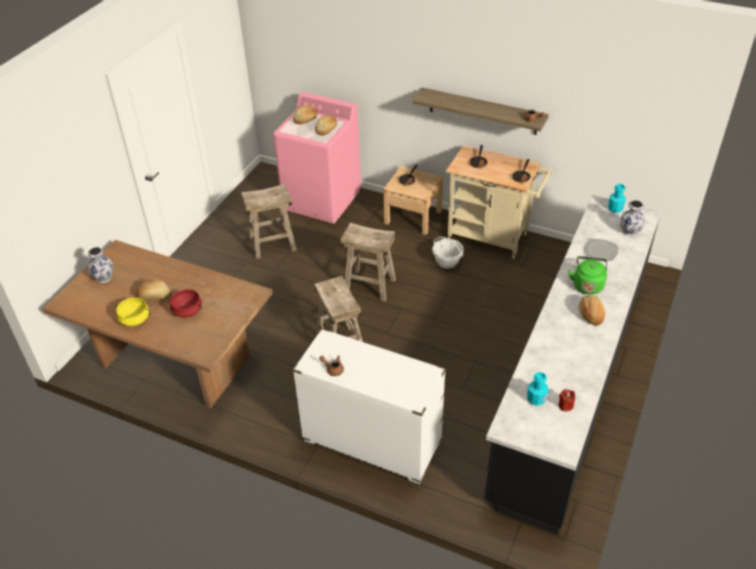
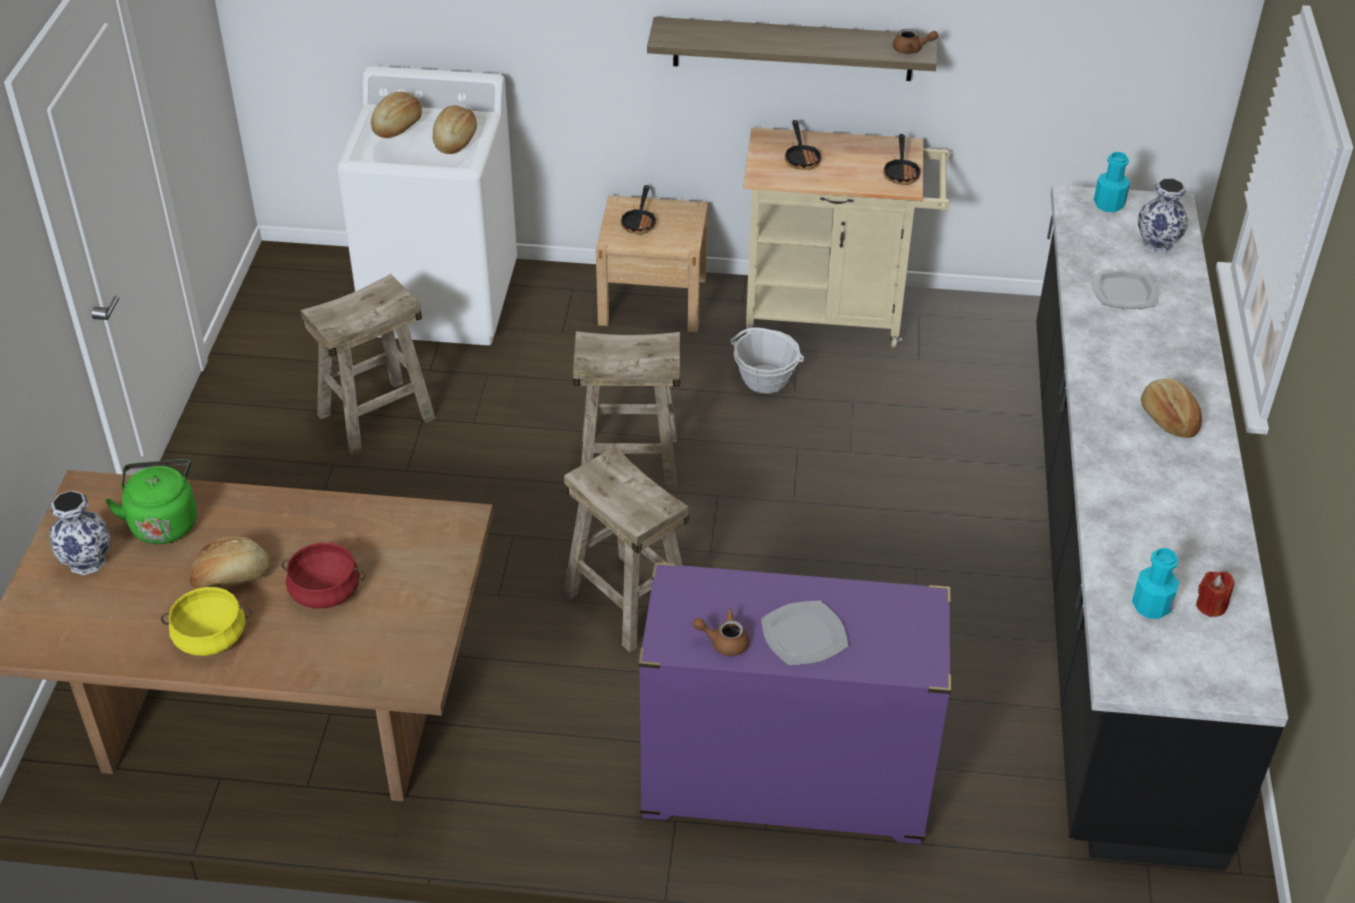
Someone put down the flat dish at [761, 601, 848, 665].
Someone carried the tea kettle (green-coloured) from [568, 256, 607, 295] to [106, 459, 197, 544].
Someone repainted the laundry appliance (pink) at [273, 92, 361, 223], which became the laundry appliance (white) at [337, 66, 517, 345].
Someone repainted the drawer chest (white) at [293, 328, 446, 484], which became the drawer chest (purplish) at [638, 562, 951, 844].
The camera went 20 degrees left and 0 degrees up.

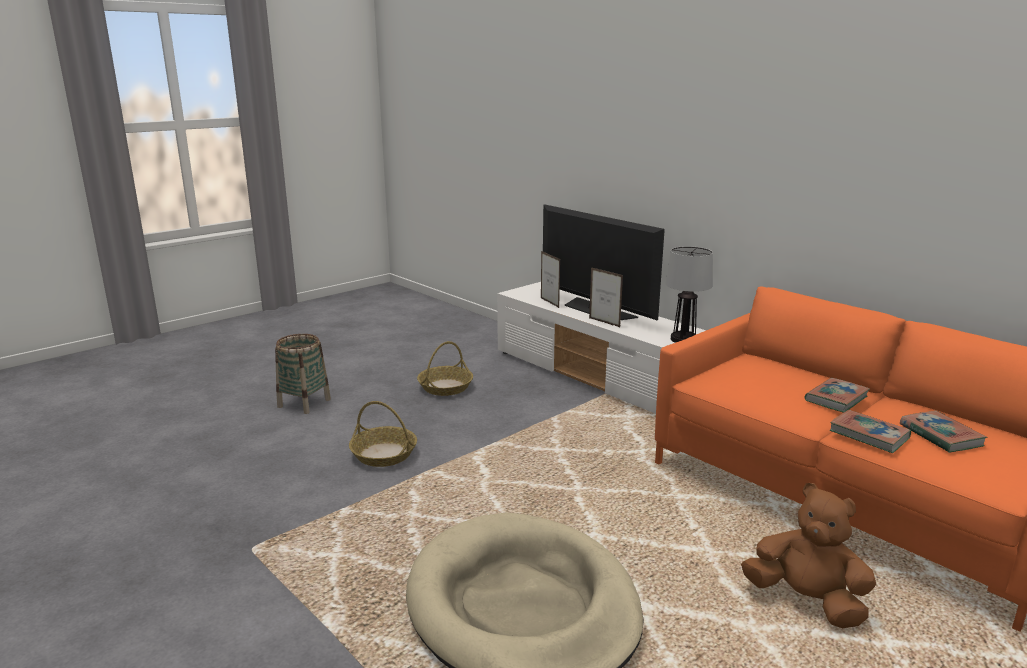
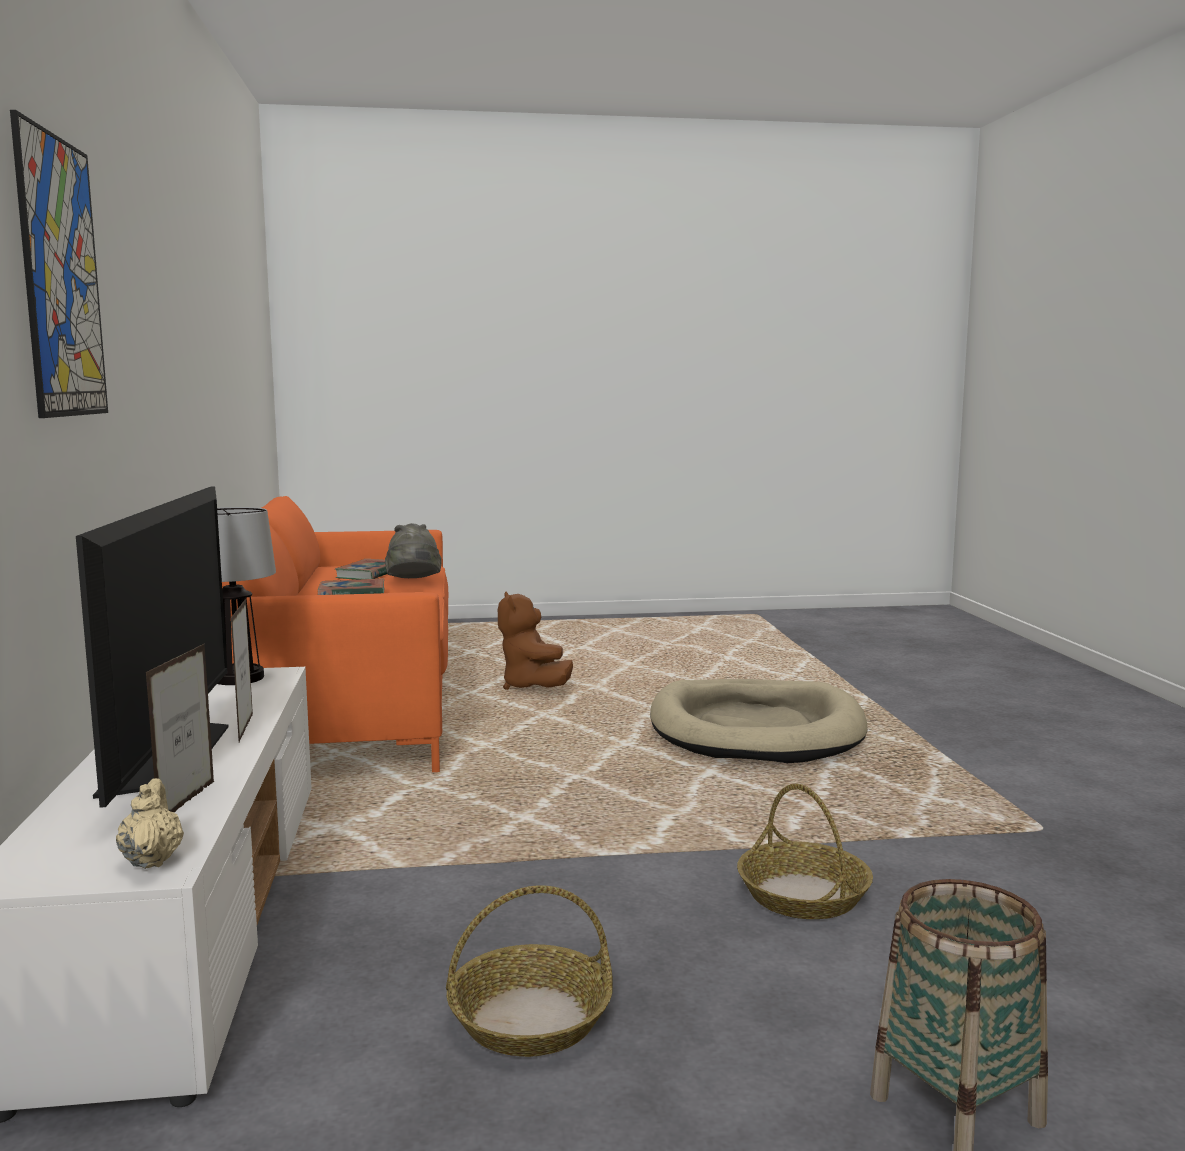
Someone put up the wall picture at [10, 110, 108, 418].
Someone put down the pot for tea (sand-coloured) at [116, 778, 184, 869].
Someone swapped the book at [830, 410, 911, 453] for the clothing hat (grey) at [385, 523, 442, 578].
The camera went 145 degrees left and 10 degrees down.

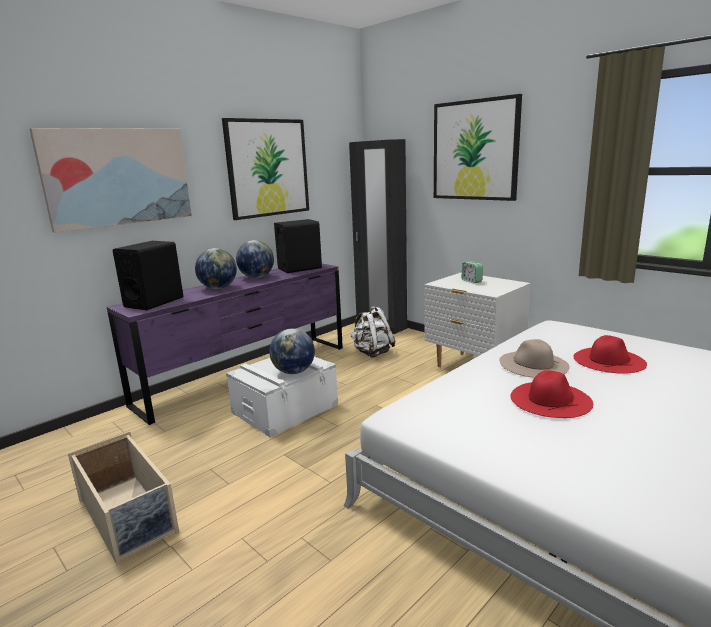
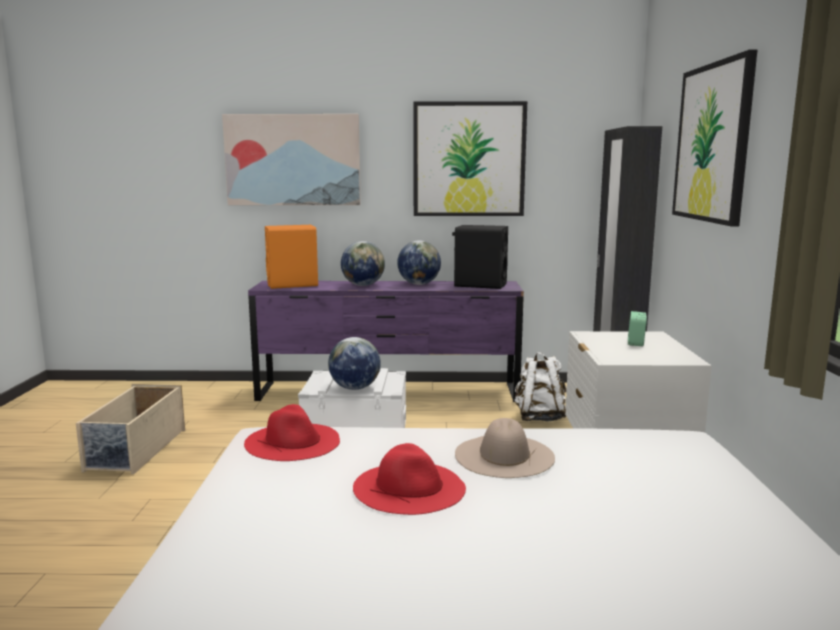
Someone carried the clothing hat (reddish) from [574, 335, 647, 374] to [244, 404, 340, 461].
Someone repainted the audio speaker (blackish) at [113, 241, 183, 310], which became the audio speaker (orangey) at [265, 225, 318, 289].
The camera went 45 degrees right and 5 degrees down.

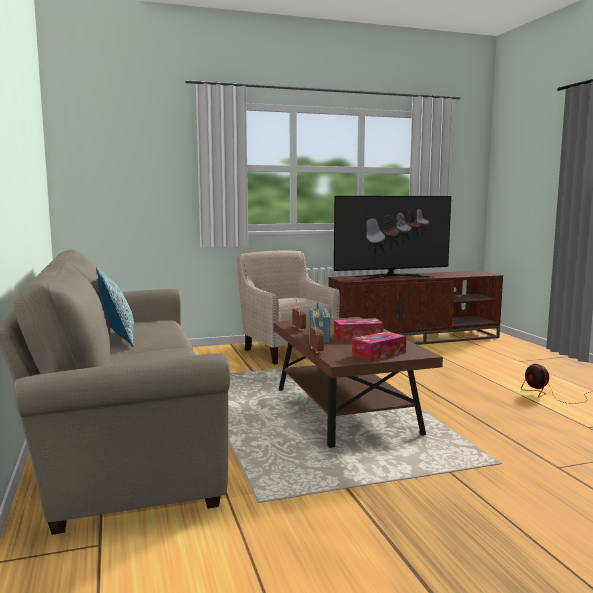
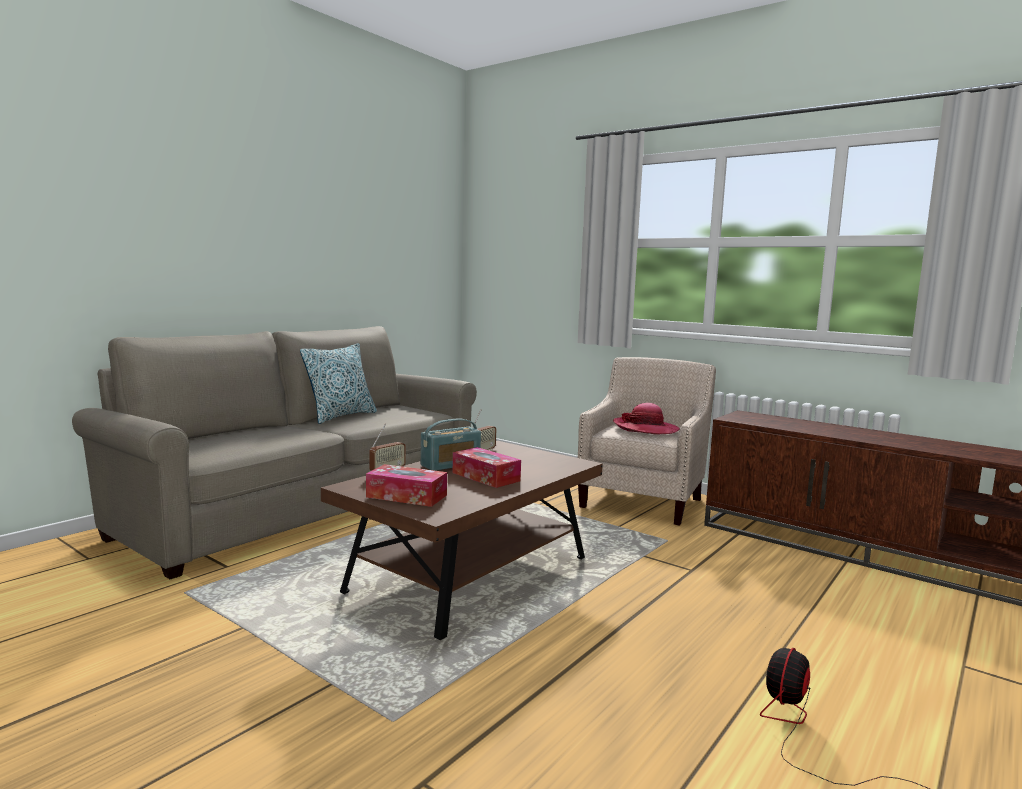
Someone took away the television at [334, 196, 451, 280].
Someone put down the clothing hat at [613, 403, 680, 435].
The camera went 55 degrees right and 0 degrees up.

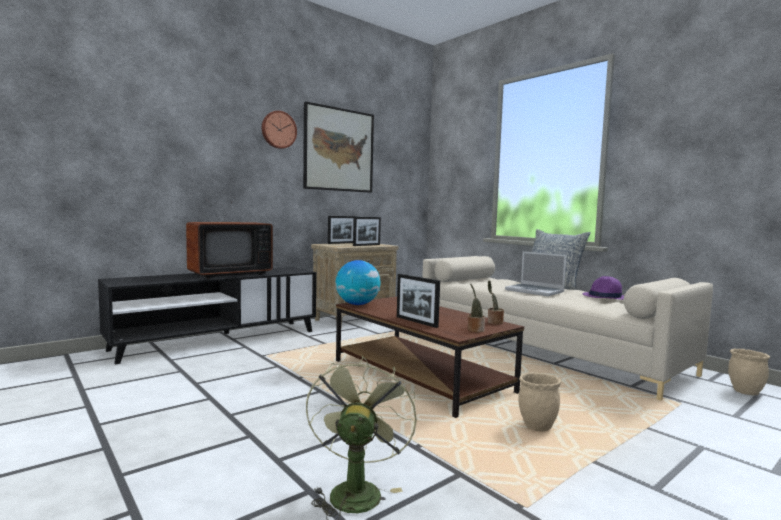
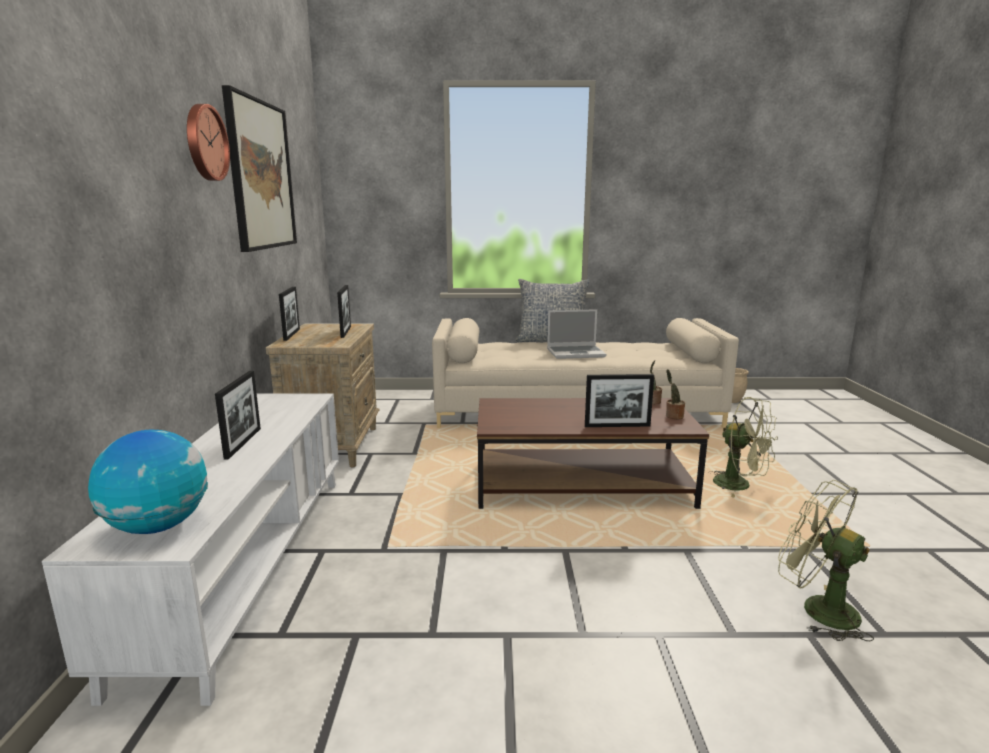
Someone took away the clothing hat (purplish) at [582, 276, 624, 300].
Someone carried the desk globe from [336, 260, 381, 305] to [88, 429, 208, 534].
Someone swapped the television at [186, 198, 273, 279] for the picture frame at [215, 371, 261, 459].
Someone swapped the plant pot (sand-coloured) at [518, 373, 561, 431] for the electric fan (green-coloured) at [708, 397, 778, 497].
Someone repainted the tv stand (blackish) at [98, 267, 316, 364], which became the tv stand (white) at [42, 393, 339, 706].
The camera went 50 degrees left and 10 degrees up.

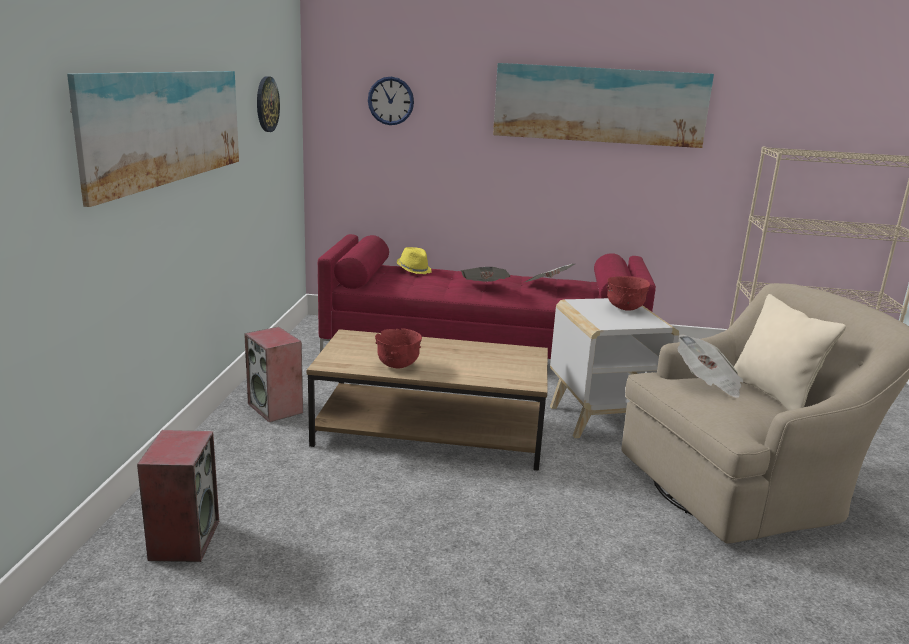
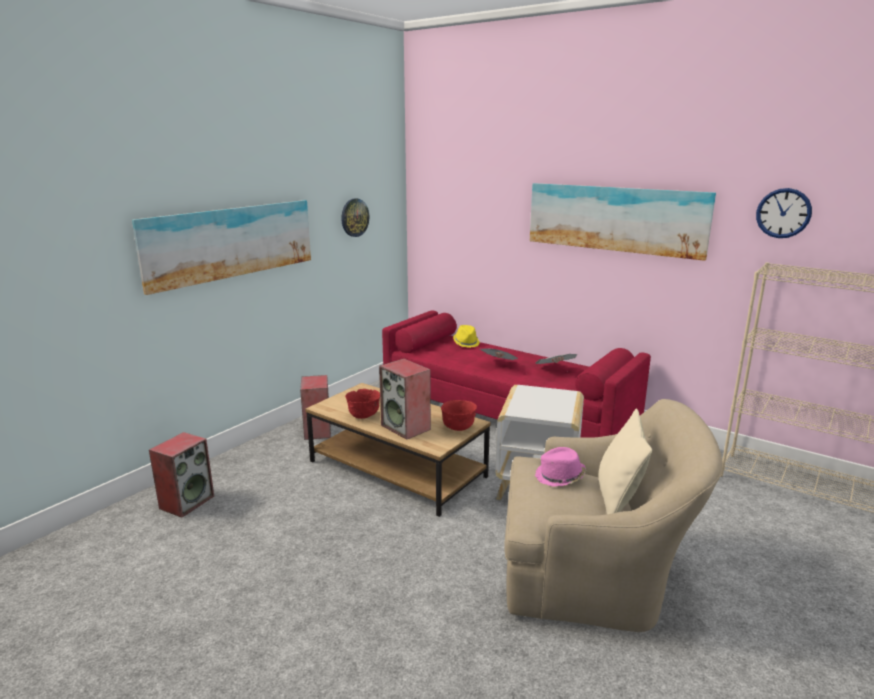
Someone put down the audio speaker at [379, 358, 431, 440].
Someone carried the hanging clock from [368, 77, 414, 125] to [756, 188, 812, 238].
Someone carried the deep dish (reddish) from [606, 276, 650, 310] to [441, 400, 477, 431].
Someone swapped the printed paper at [677, 334, 743, 398] for the clothing hat (pink) at [535, 447, 586, 487].
The camera went 30 degrees right and 0 degrees up.

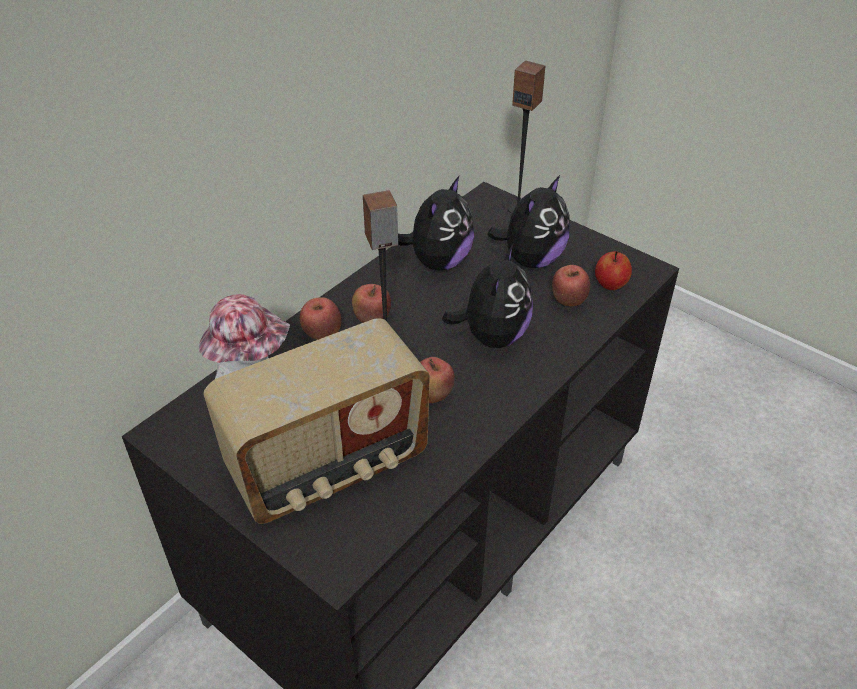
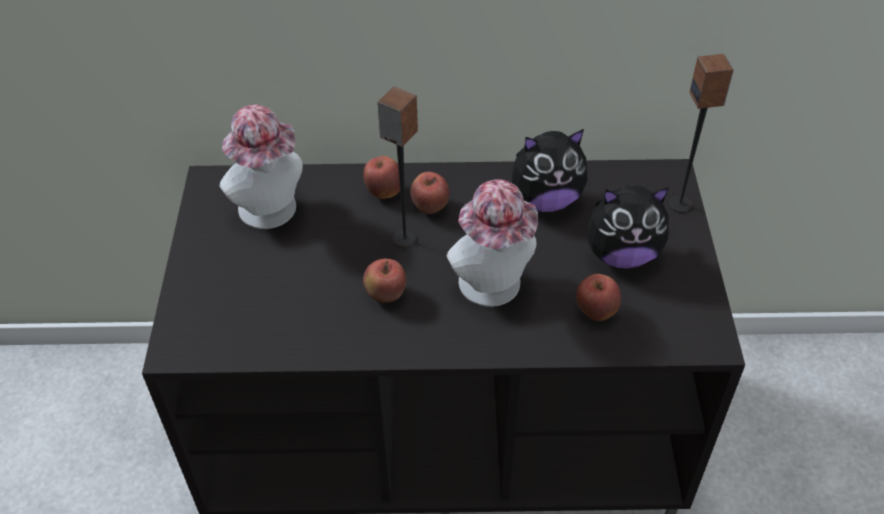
Someone took away the radio set at [203, 318, 430, 524].
Someone took away the apple fruit at [595, 251, 632, 290].
Someone swapped the plush toy at [442, 243, 533, 348] for the clothing hat at [447, 179, 538, 307].
The camera went 50 degrees right and 5 degrees up.

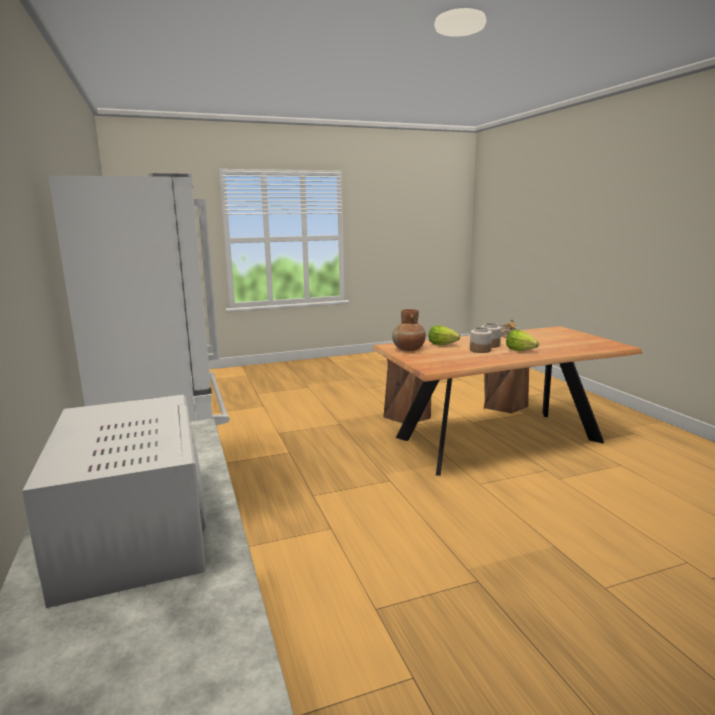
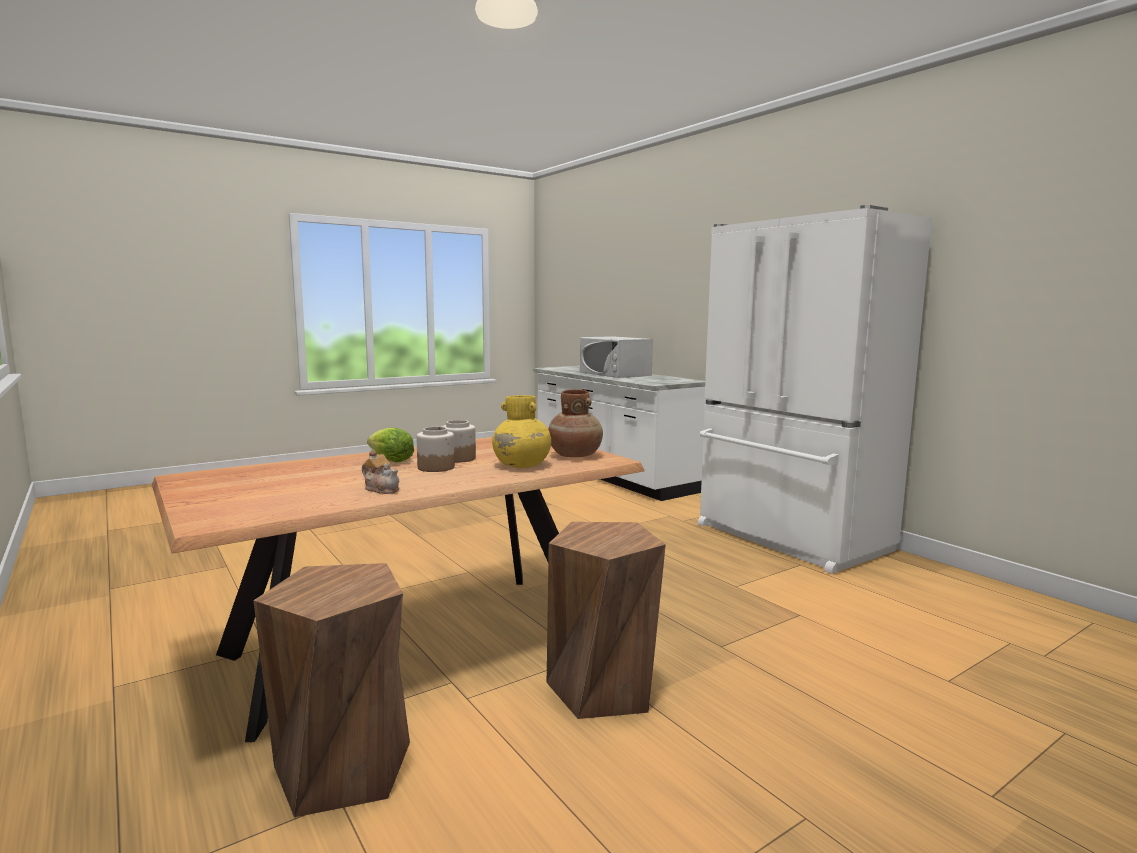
Someone swapped the lettuce at [428, 325, 460, 345] for the flower vase (yellow) at [492, 395, 551, 468].
The camera went 165 degrees right and 5 degrees down.

